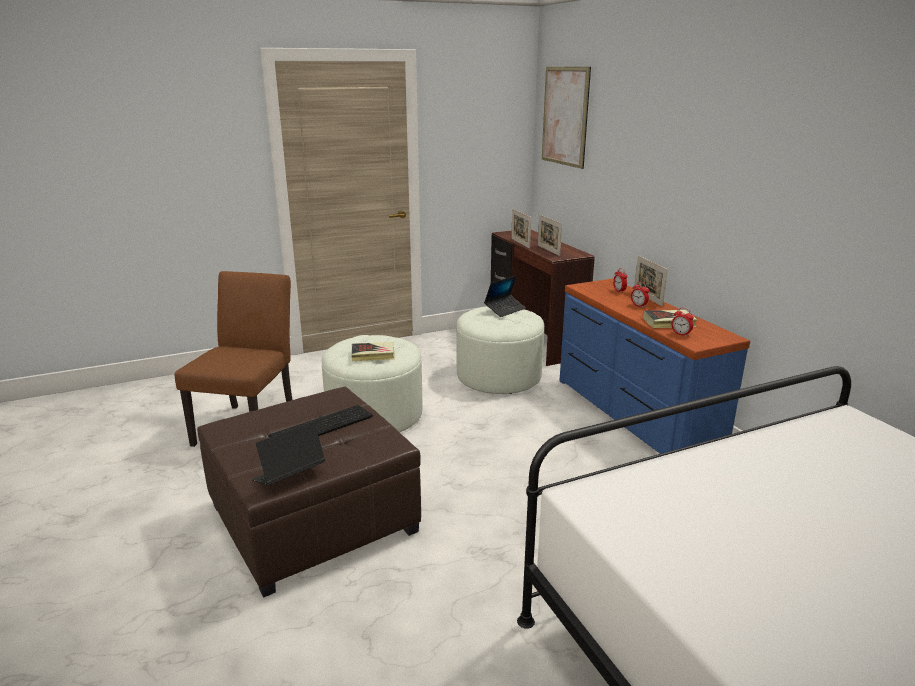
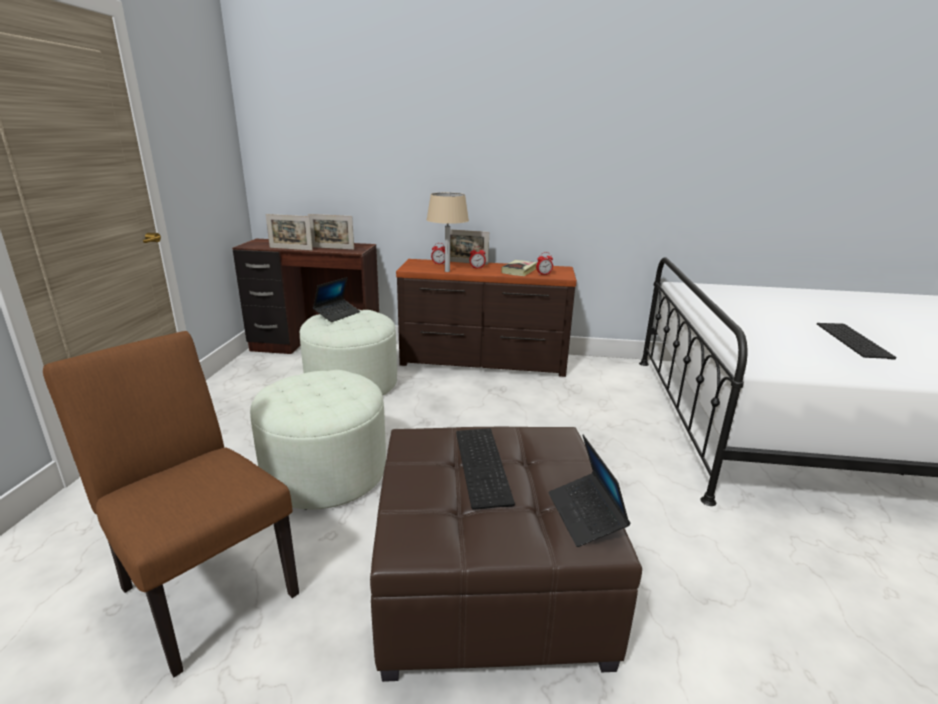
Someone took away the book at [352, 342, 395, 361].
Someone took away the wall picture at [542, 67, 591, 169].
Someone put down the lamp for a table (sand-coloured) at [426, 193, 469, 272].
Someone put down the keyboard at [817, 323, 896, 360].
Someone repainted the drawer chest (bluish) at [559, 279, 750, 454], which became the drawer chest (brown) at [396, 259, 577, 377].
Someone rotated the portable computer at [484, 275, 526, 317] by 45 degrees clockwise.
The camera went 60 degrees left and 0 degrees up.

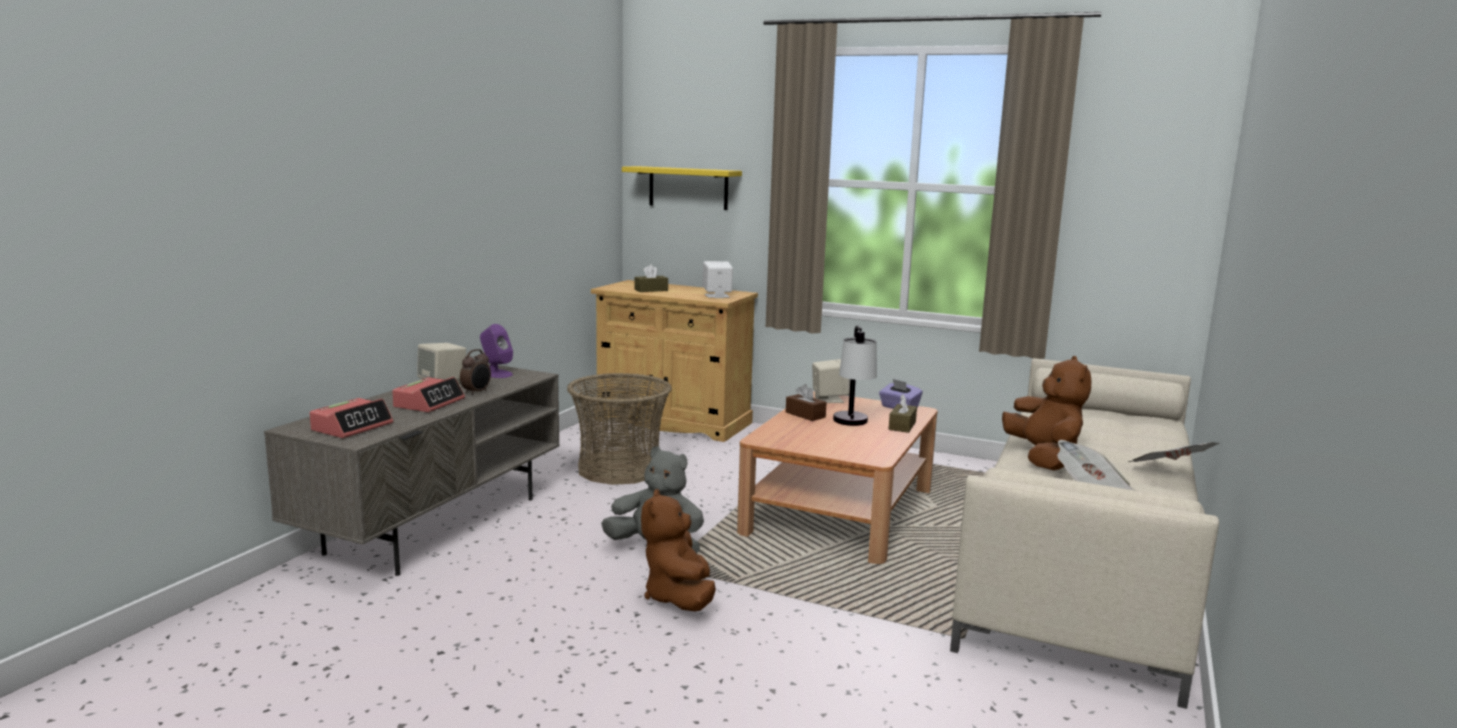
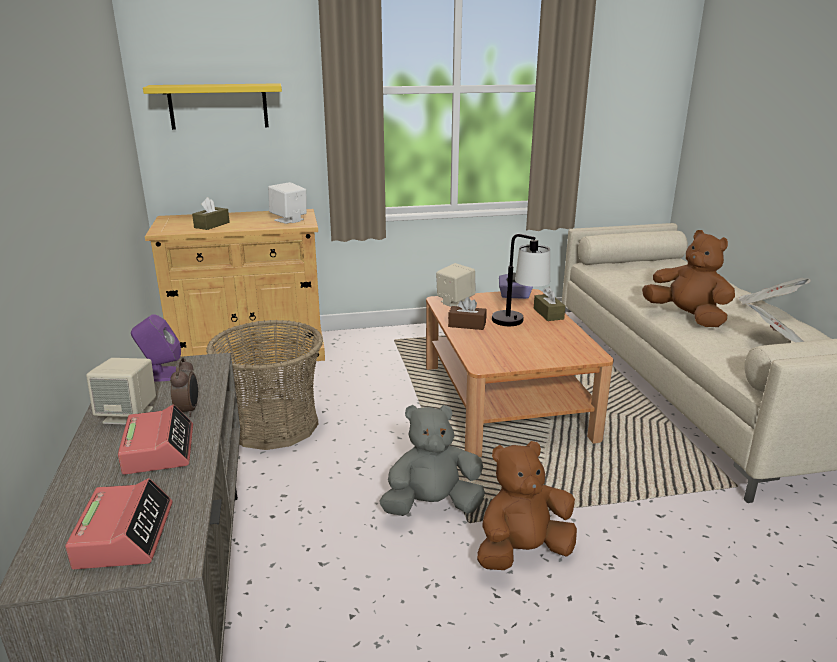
Someone rotated the plush toy (brown) at [641, 489, 716, 611] by 105 degrees clockwise.
The camera went 35 degrees left and 10 degrees up.

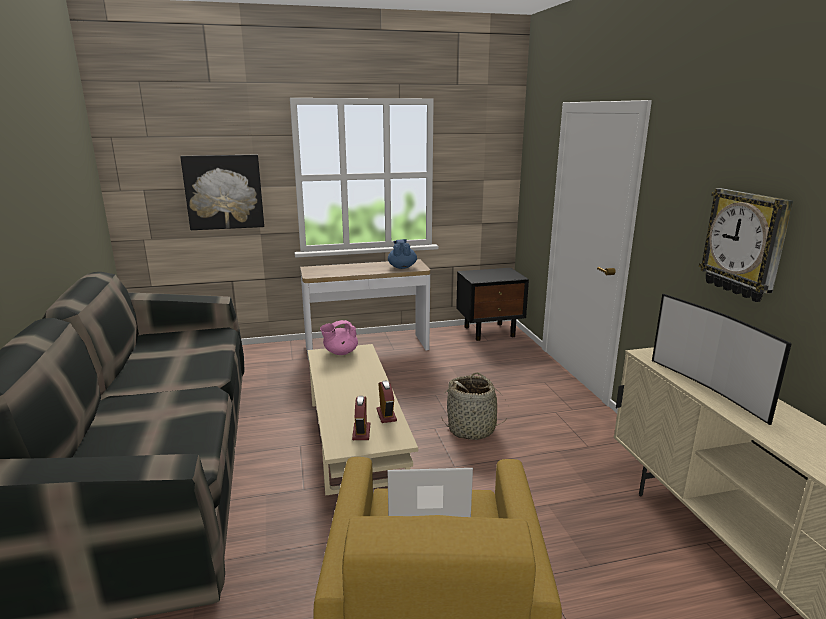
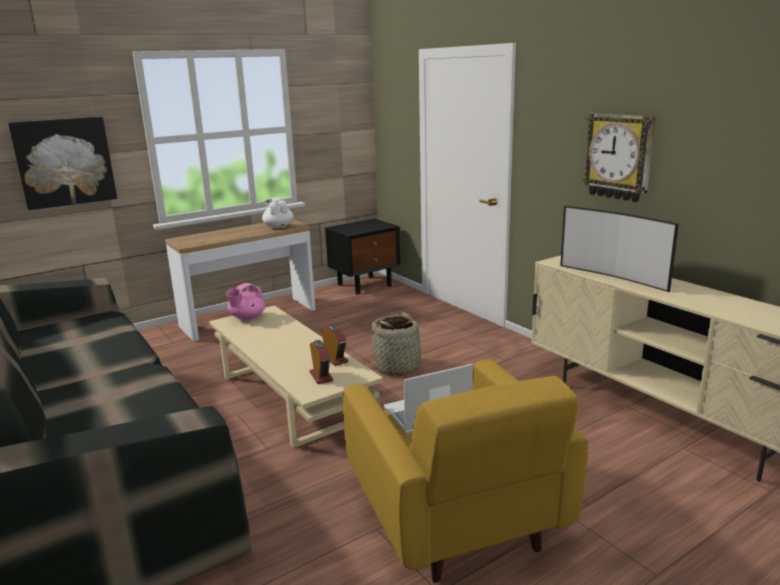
Someone repainted the pot for tea (bluish) at [388, 239, 417, 269], which became the pot for tea (white) at [262, 197, 294, 228].
The camera went 20 degrees left and 0 degrees up.

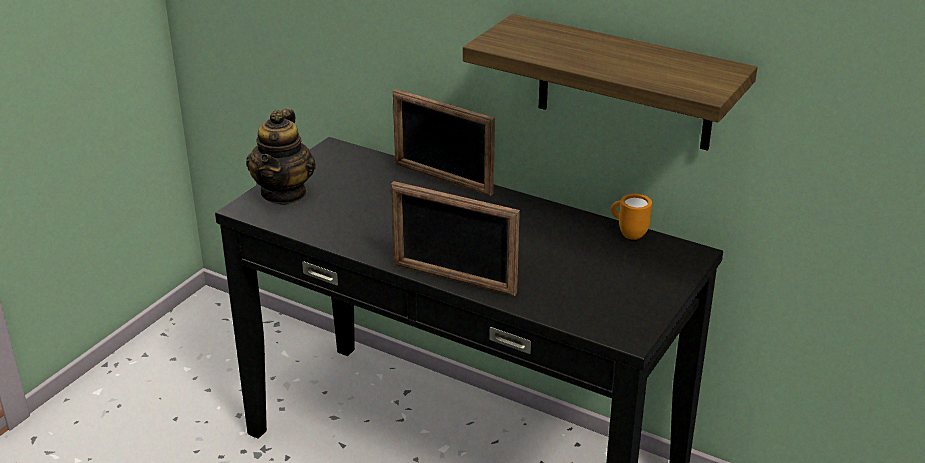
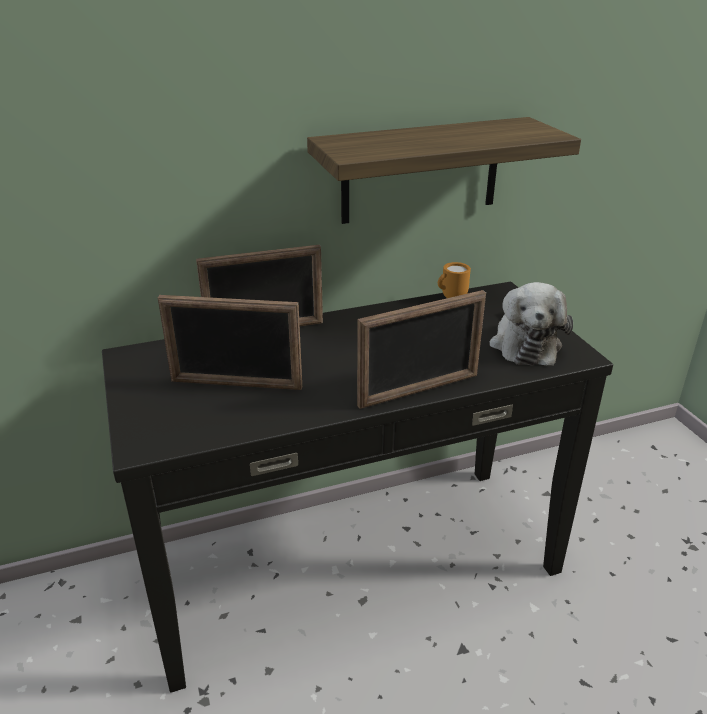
Someone took away the pot for tea at [246, 109, 316, 205].
Someone put down the picture frame at [157, 295, 302, 390].
Someone put down the plush toy at [489, 282, 573, 365].
The camera went 50 degrees left and 0 degrees up.

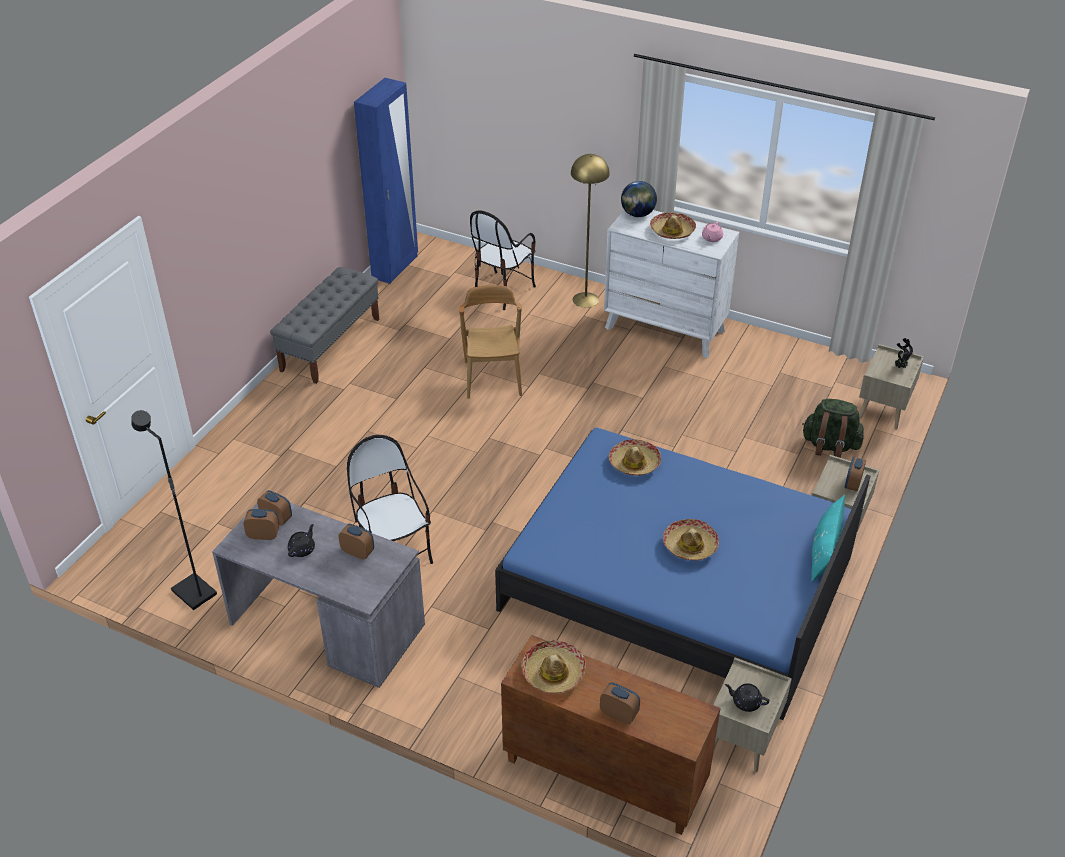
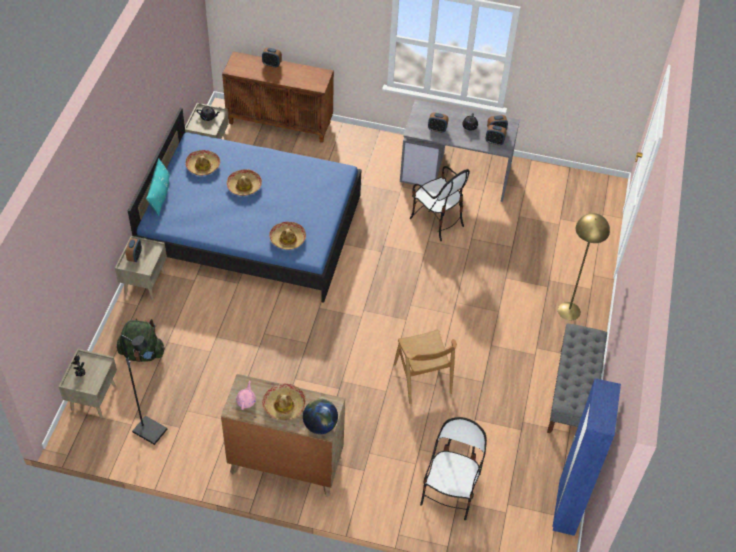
Someone carried the standard lamp (blackish) from [131, 410, 217, 610] to [121, 335, 167, 445].
Someone carried the clothing hat from [521, 640, 586, 693] to [185, 150, 220, 176].
Someone carried the standard lamp (yellow) from [571, 154, 610, 308] to [558, 213, 610, 320].
Someone repainted the drawer chest (white) at [604, 210, 739, 358], which became the drawer chest (brown) at [221, 374, 345, 497].
The camera went 165 degrees right and 10 degrees up.

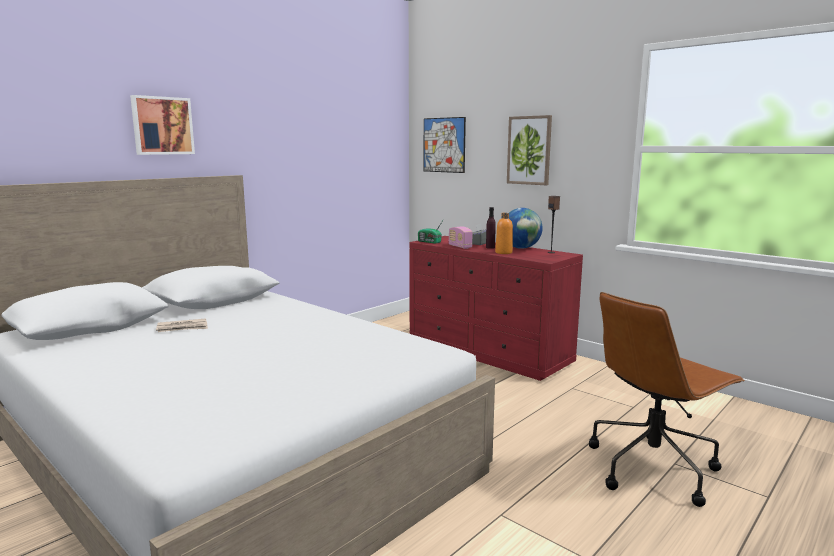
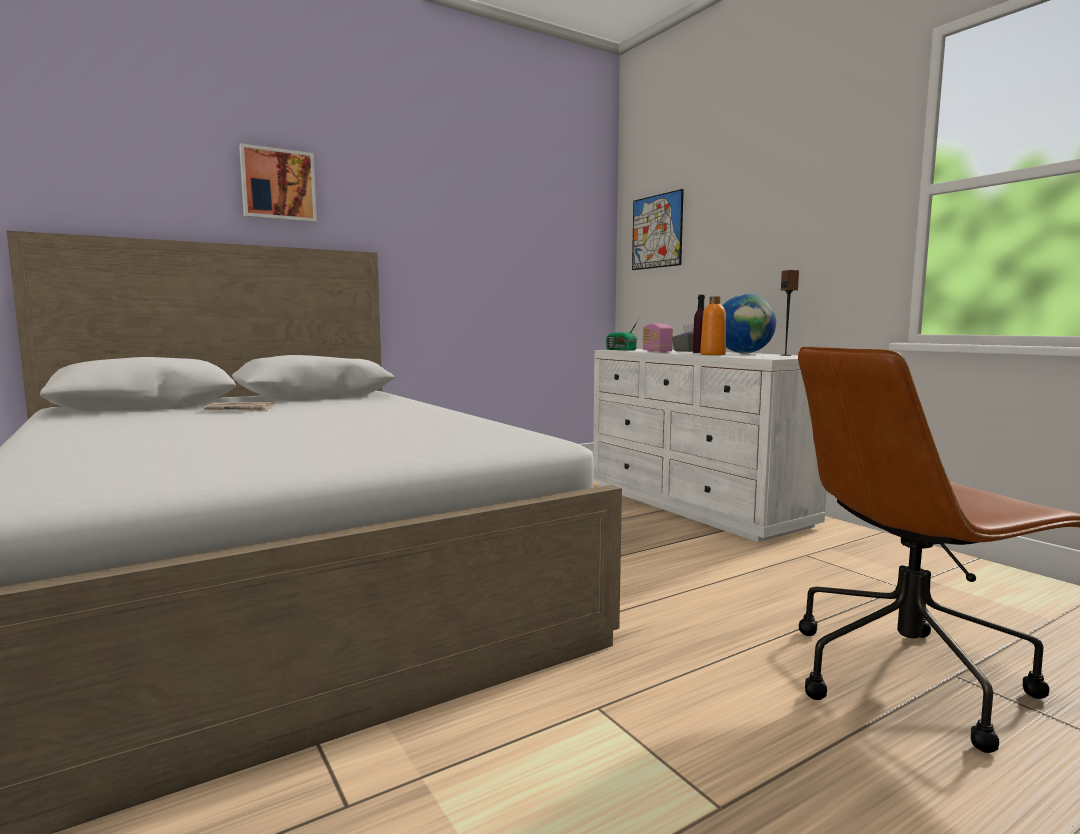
Someone took away the wall picture at [507, 115, 552, 185].
Someone repainted the drawer chest (reddish) at [409, 236, 583, 381], which became the drawer chest (white) at [593, 349, 826, 542].
The camera went 15 degrees right and 5 degrees down.

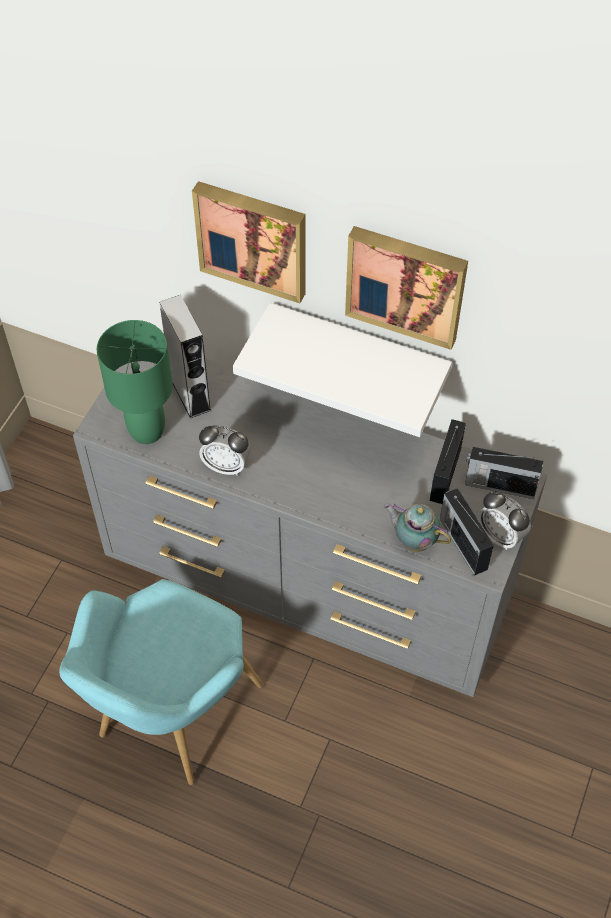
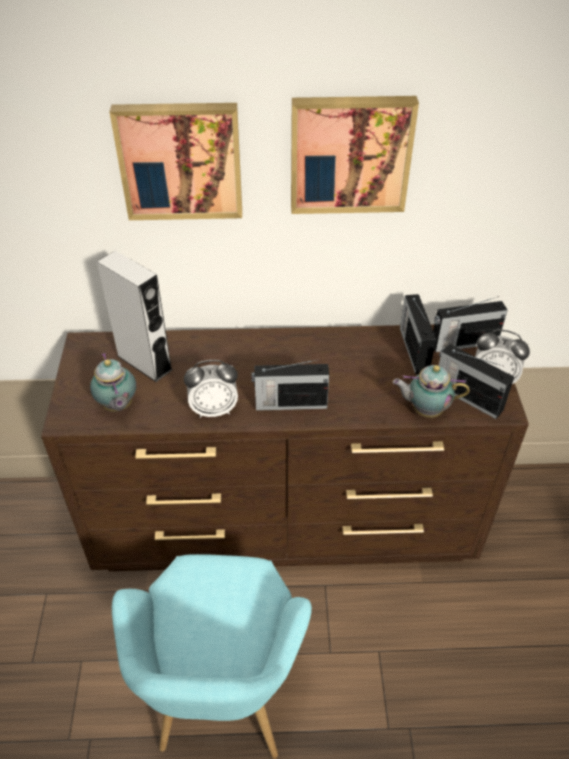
Someone took away the shelf (white) at [233, 303, 452, 437].
Someone put down the radio set at [251, 359, 329, 411].
Someone swapped the lamp for a table (green-coloured) at [97, 320, 173, 444] for the pot for tea at [90, 353, 136, 412].
Someone repainted the drawer chest (grey) at [73, 358, 547, 697], which became the drawer chest (brown) at [41, 324, 529, 571].
The camera went 25 degrees left and 10 degrees down.

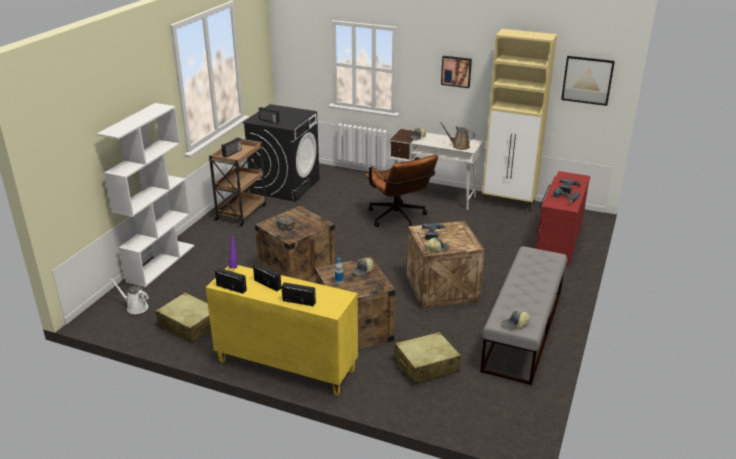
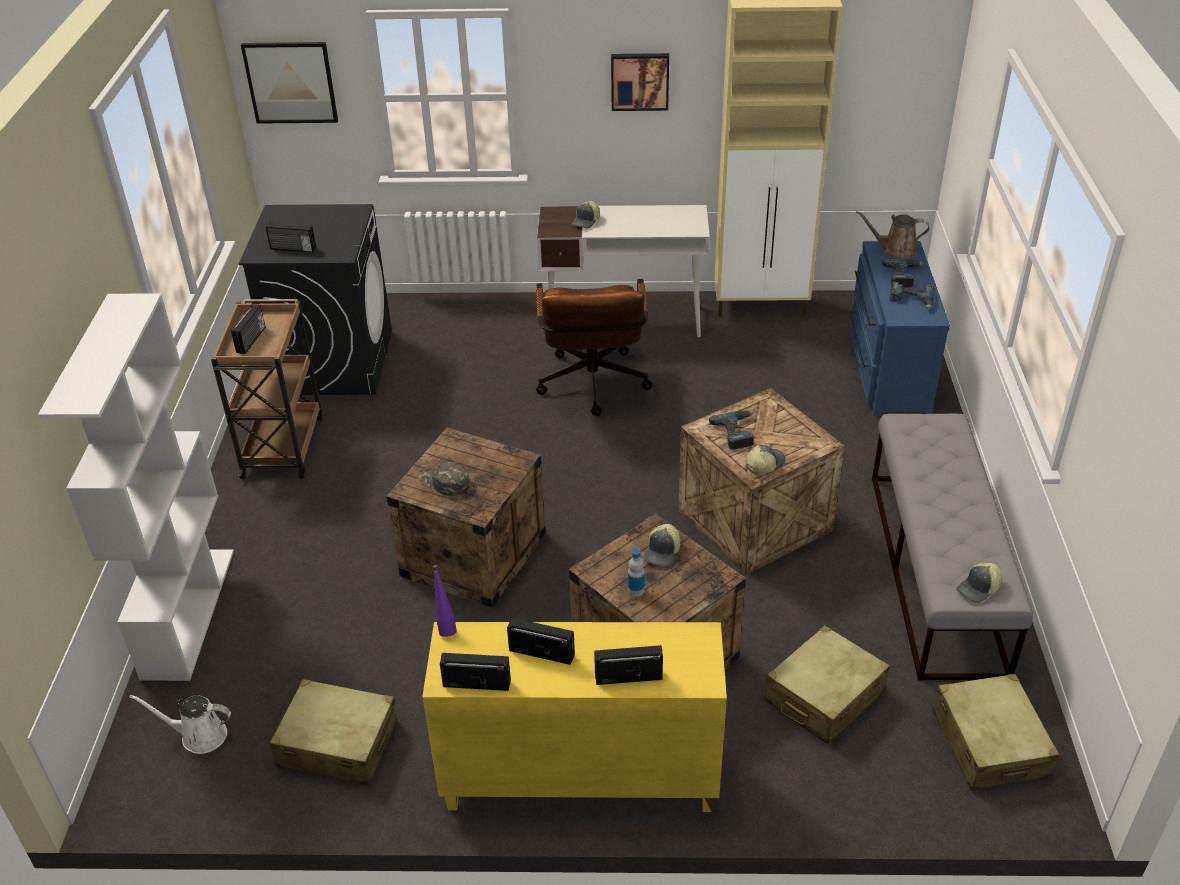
Someone put down the piece of luggage (sand-coloured) at [932, 674, 1060, 791].
Someone carried the watering can (brown) from [439, 122, 475, 150] to [856, 211, 929, 259].
Someone carried the wall picture from [561, 56, 615, 106] to [241, 42, 338, 124].
Someone repainted the drawer chest (reddish) at [536, 171, 590, 266], which became the drawer chest (bluish) at [849, 241, 950, 416].
Someone rotated the computer chair (brown) at [365, 155, 438, 227] by 45 degrees clockwise.
The camera went 20 degrees left and 10 degrees up.

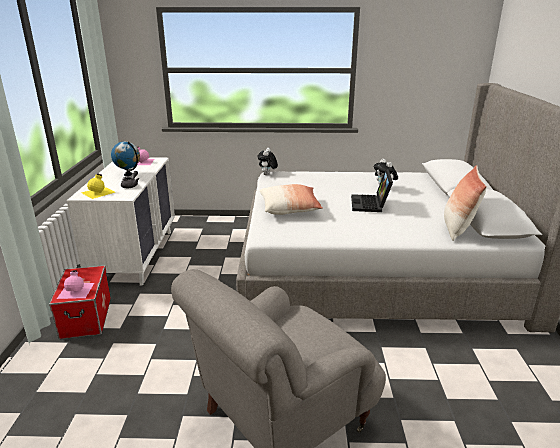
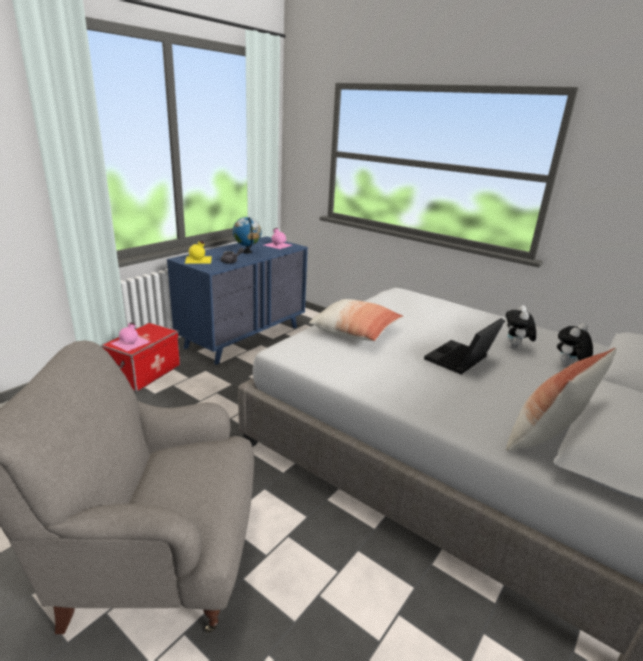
Someone carried the plush toy from [258, 148, 278, 175] to [557, 323, 593, 367].
Someone repainted the drawer chest (white) at [67, 158, 175, 286], which became the drawer chest (bluish) at [167, 236, 308, 365].
The camera went 35 degrees right and 0 degrees up.

